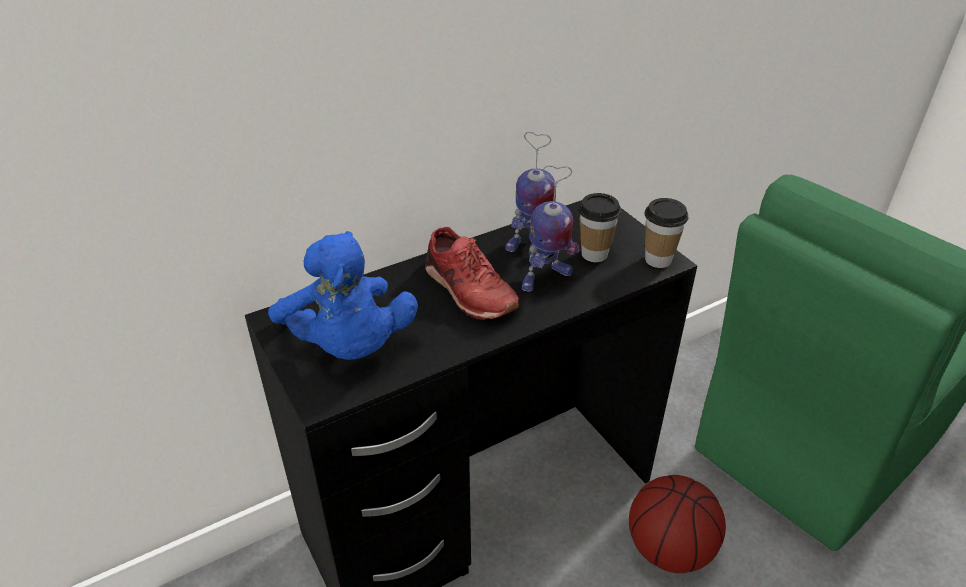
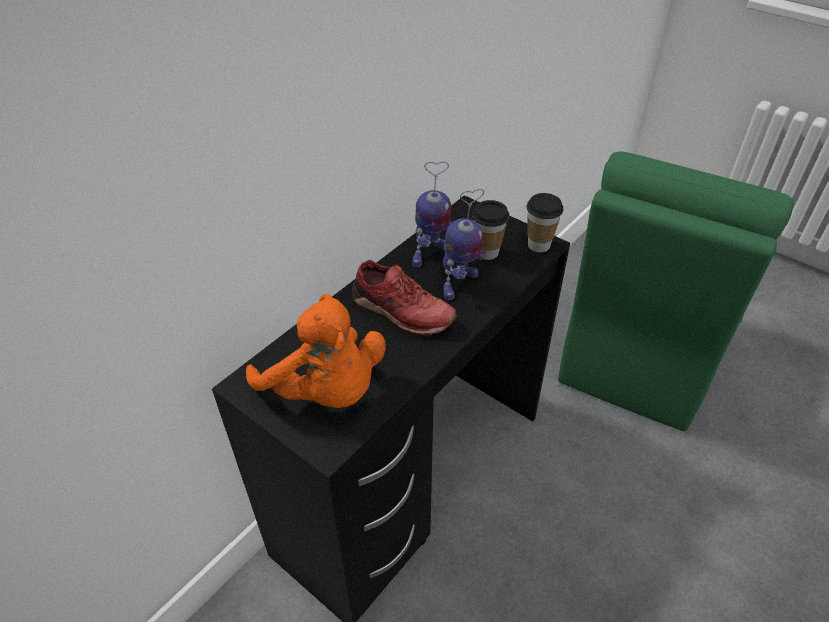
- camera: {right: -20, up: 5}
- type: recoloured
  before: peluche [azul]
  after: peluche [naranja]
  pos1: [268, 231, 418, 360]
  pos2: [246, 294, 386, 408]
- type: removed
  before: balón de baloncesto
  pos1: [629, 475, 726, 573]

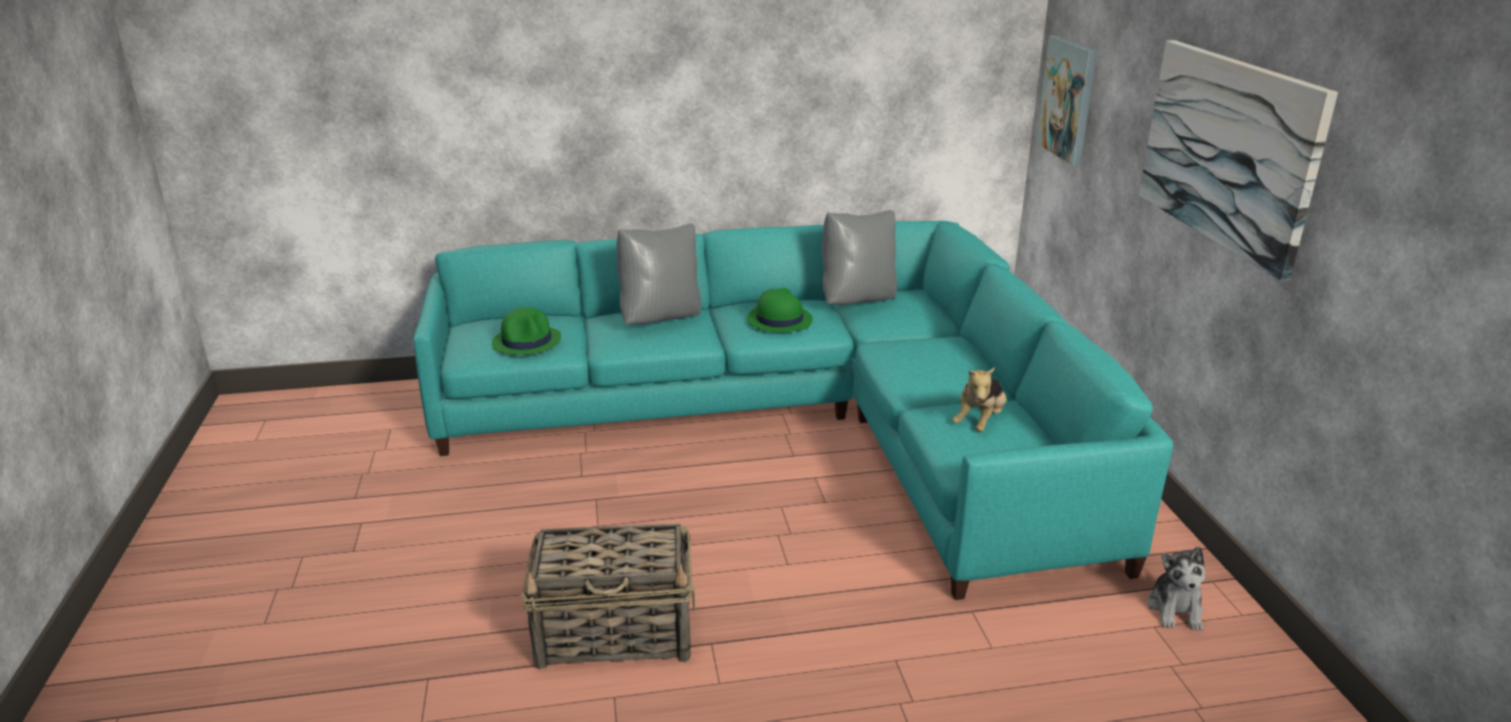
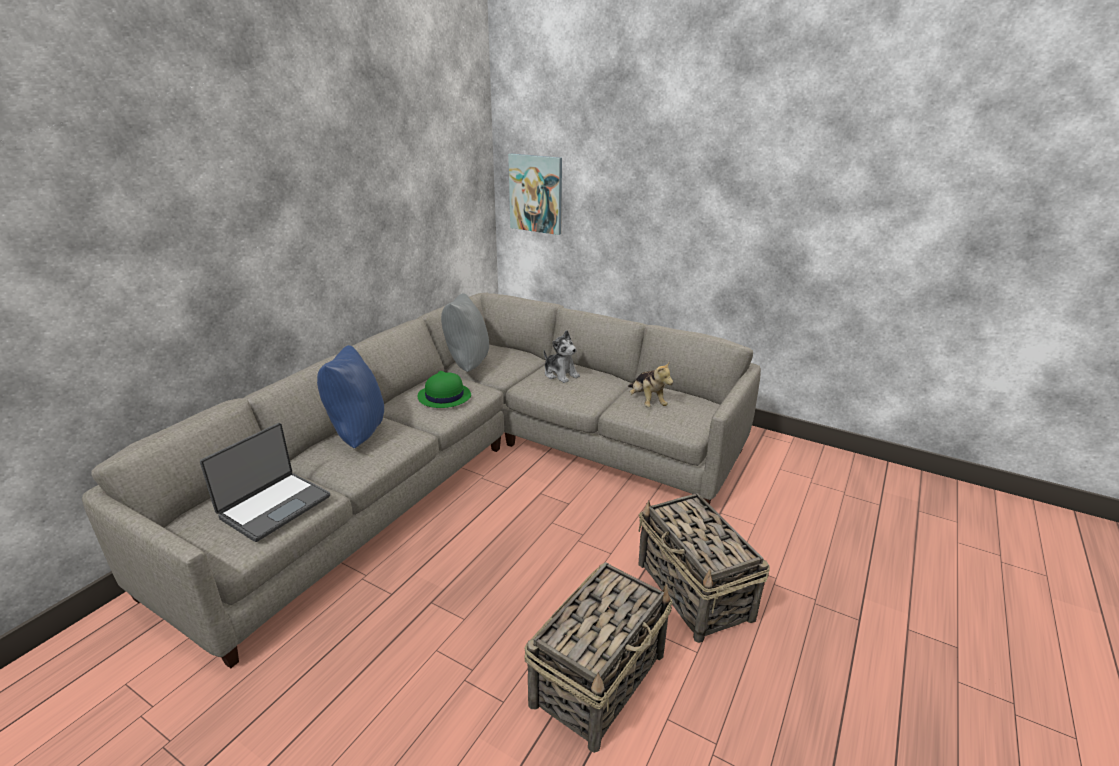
- camera: {right: -50, up: 0}
- type: removed
  before: cuadro
  pos1: [1139, 40, 1338, 281]
- type: recoloured
  before: sofá [turquesa]
  after: sofá [gris]
  pos1: [414, 221, 1173, 600]
  pos2: [82, 292, 761, 668]
- type: recoloured
  before: cojín [gris]
  after: cojín [azul]
  pos1: [617, 224, 701, 324]
  pos2: [317, 345, 384, 448]
- type: replaced
  before: sombrero [verde]
  after: portátil
  pos1: [492, 307, 561, 355]
  pos2: [200, 423, 330, 542]
- type: moved
  before: peluche
  pos1: [1148, 547, 1205, 630]
  pos2: [544, 330, 580, 383]
- type: added
  after: cesta
  pos2: [638, 493, 770, 643]

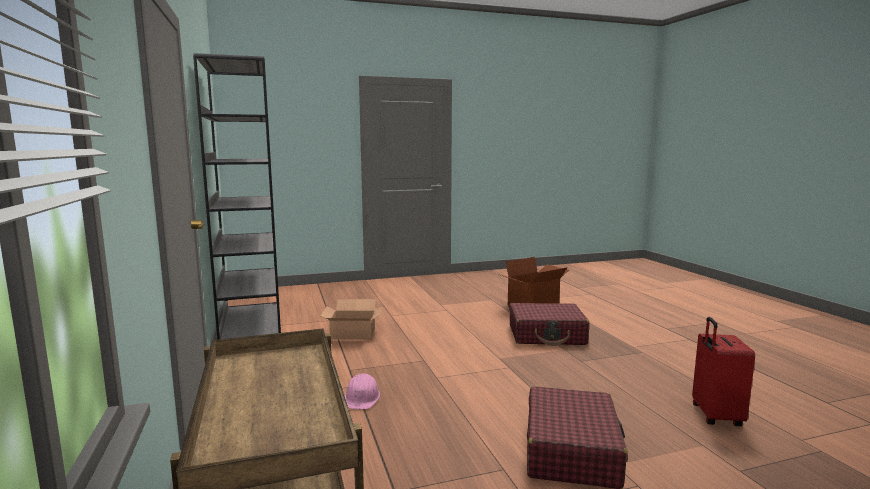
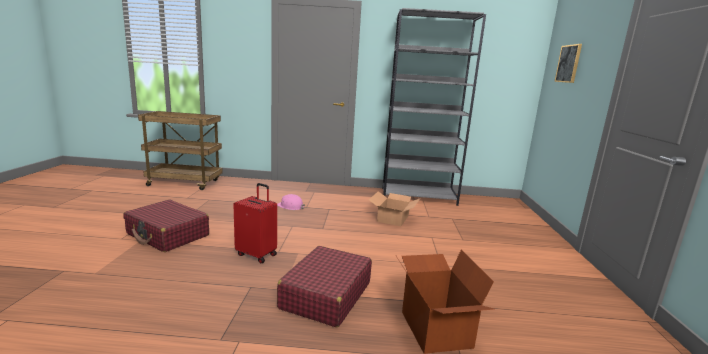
- camera: {right: 110, up: 5}
- type: moved
  before: maleta [rojo]
  pos1: [692, 317, 755, 426]
  pos2: [233, 183, 277, 263]
- type: added
  after: cuadro
  pos2: [554, 44, 582, 83]

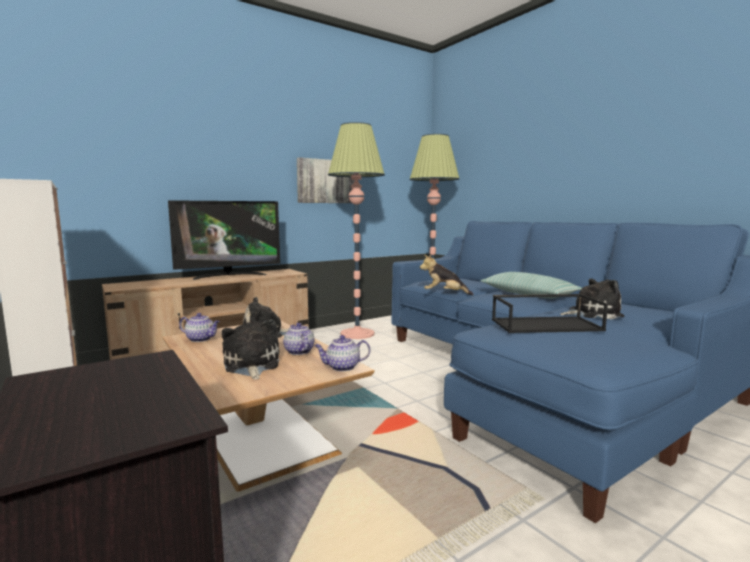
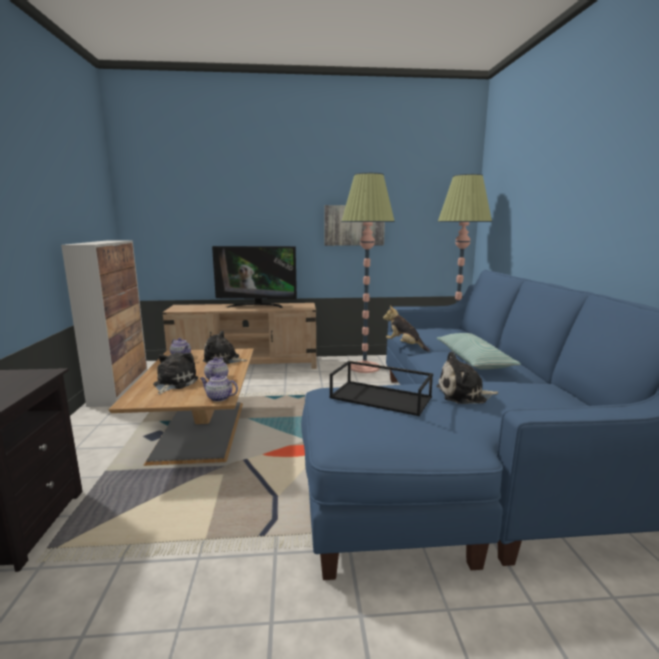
- camera: {right: 30, up: 5}
- type: turned
  before: peluche
  pos1: [560, 279, 624, 319]
  pos2: [436, 351, 498, 404]
  turn: 150

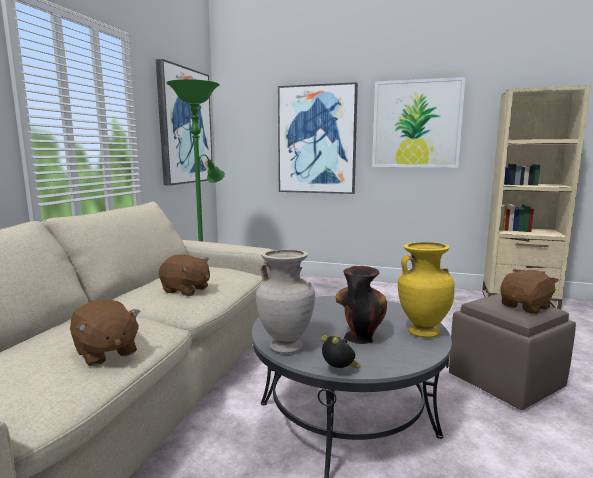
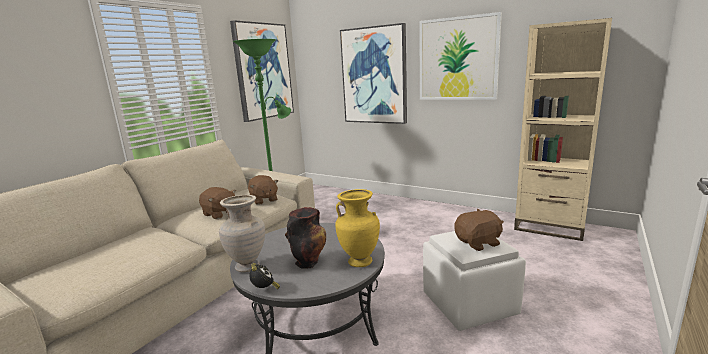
- camera: {right: 15, up: 5}
- type: recoloured
  before: puf [marrón]
  after: puf [blanco]
  pos1: [449, 293, 576, 410]
  pos2: [423, 231, 526, 331]
- type: moved
  before: peluche [marrón]
  pos1: [70, 299, 140, 366]
  pos2: [248, 175, 278, 205]

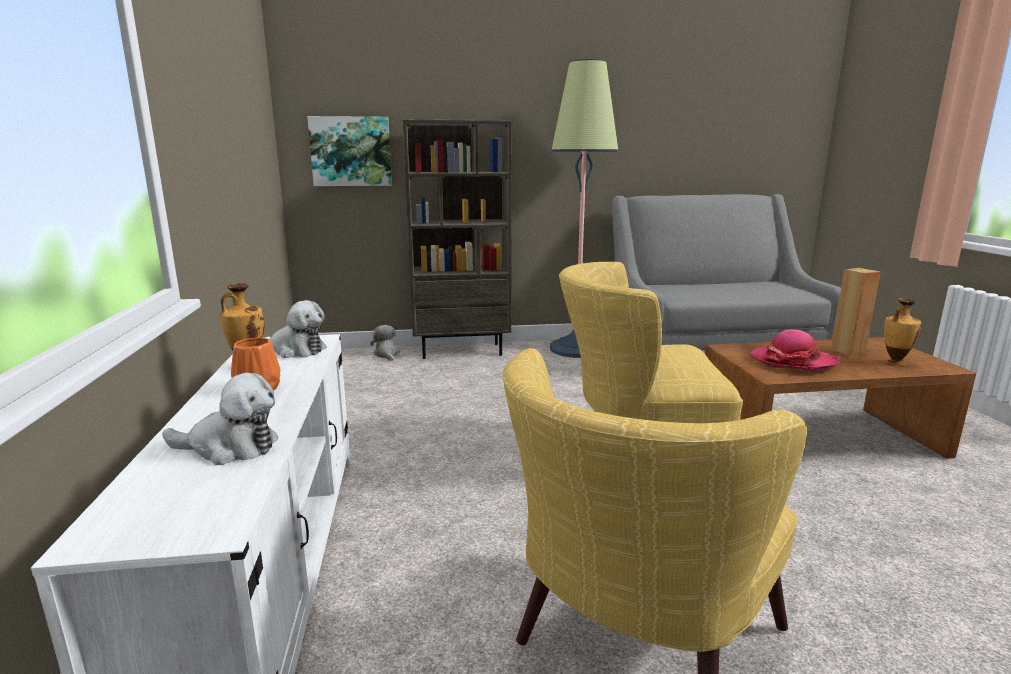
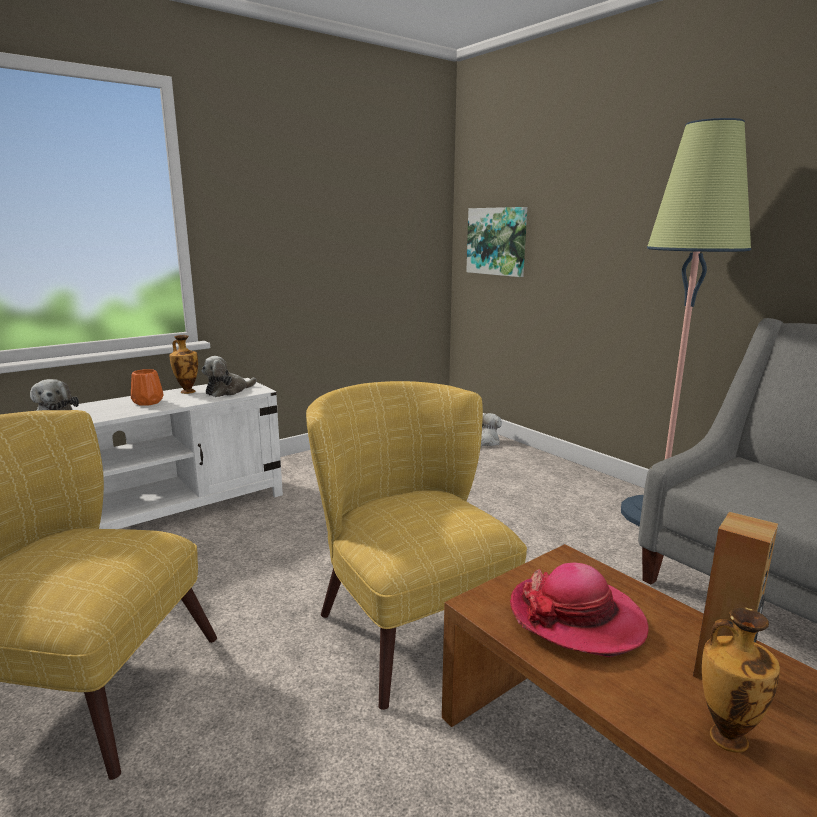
- camera: {right: 60, up: 0}
- type: removed
  before: estantería [marrón]
  pos1: [402, 119, 512, 359]
- type: turned
  before: peluche
  pos1: [264, 300, 327, 358]
  pos2: [202, 356, 257, 397]
  turn: 60

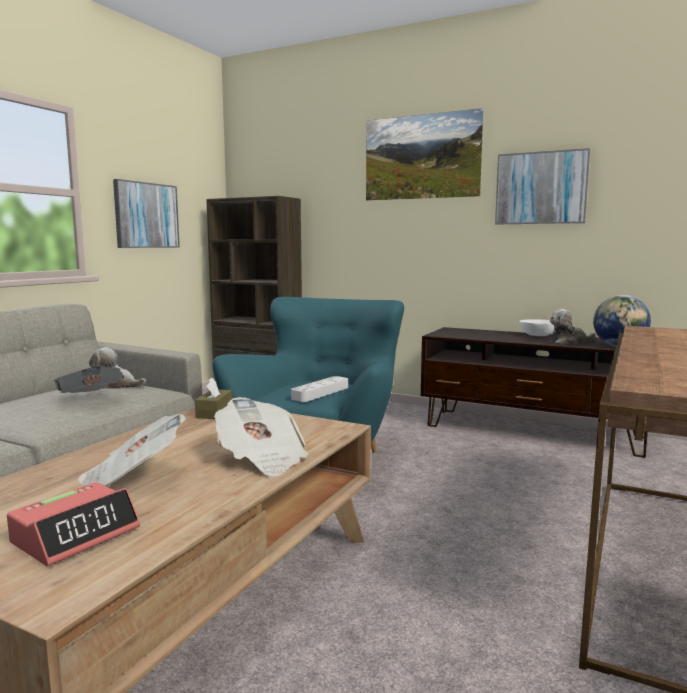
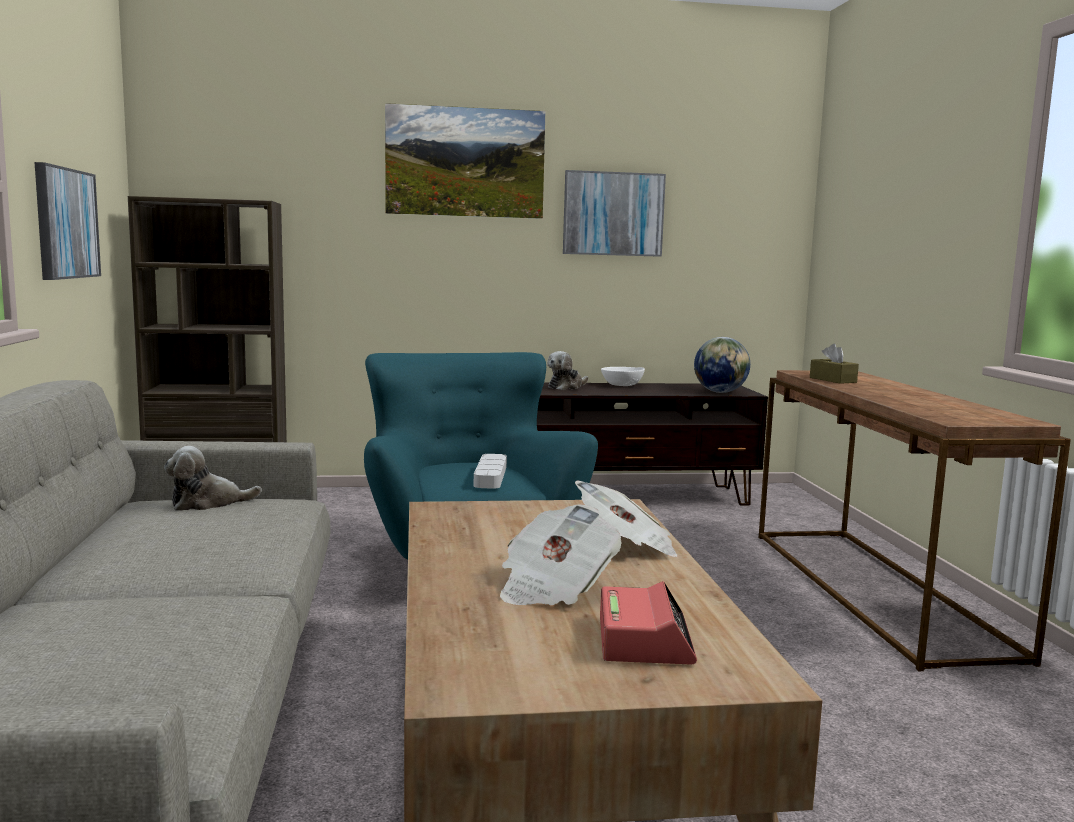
- camera: {right: -35, up: 0}
- type: moved
  before: peluche
  pos1: [550, 309, 595, 344]
  pos2: [547, 351, 588, 390]
- type: removed
  before: periódico
  pos1: [53, 366, 125, 393]
- type: moved
  before: caja de pañuelos [marrón]
  pos1: [195, 377, 232, 419]
  pos2: [810, 344, 859, 384]

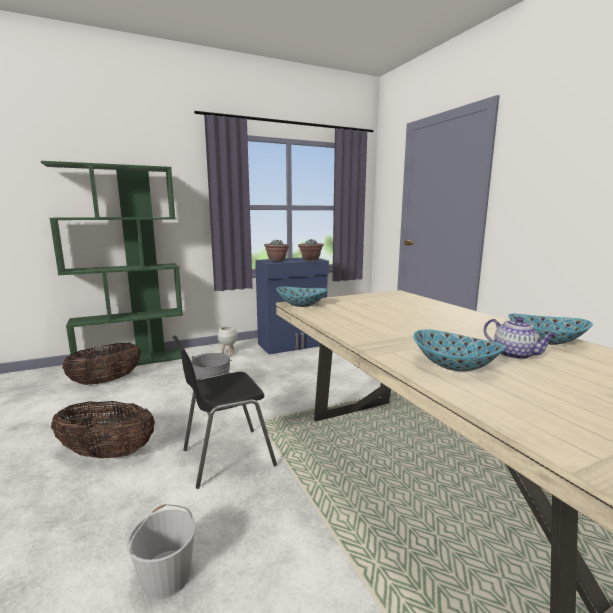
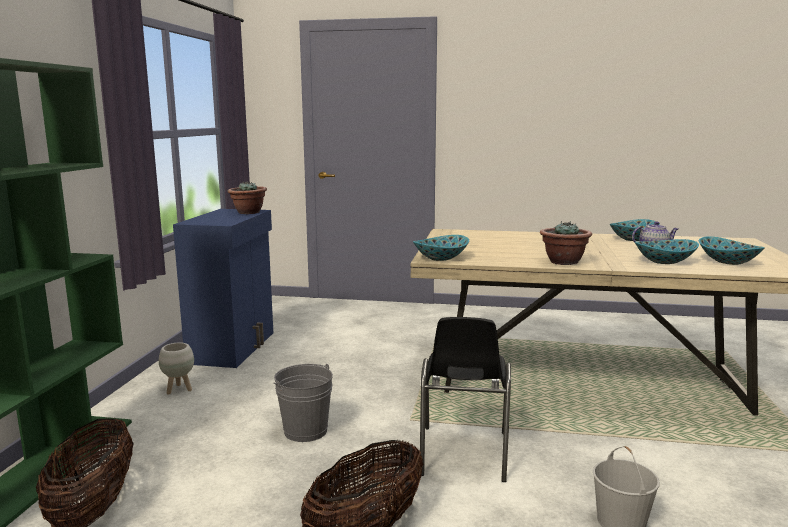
- camera: {right: -55, up: 0}
- type: moved
  before: planta en maceta
  pos1: [264, 239, 290, 261]
  pos2: [540, 221, 592, 265]
- type: added
  after: cuenco
  pos2: [699, 236, 765, 265]

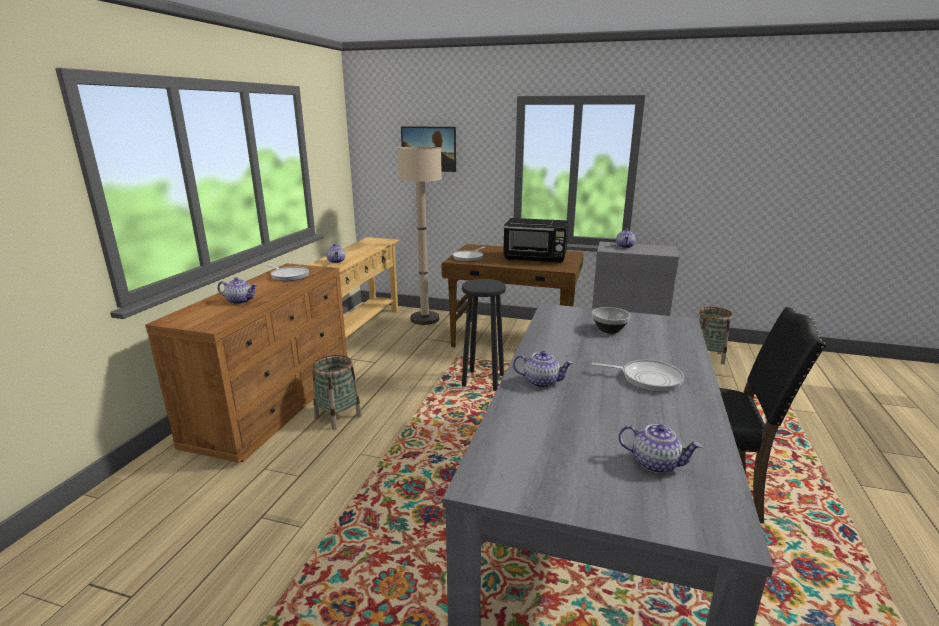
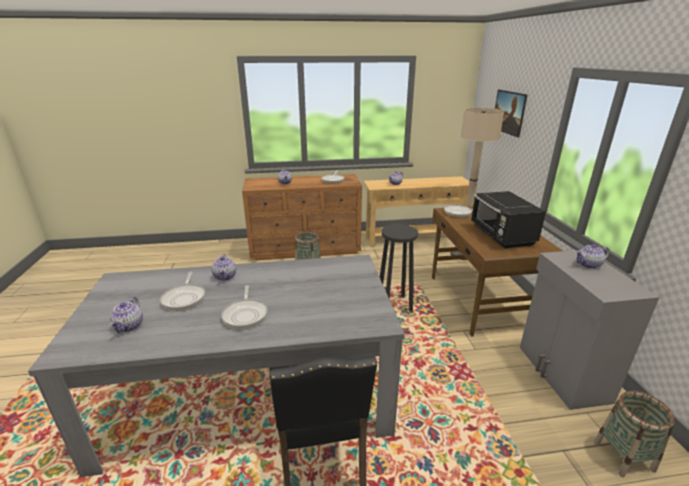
- camera: {right: 65, up: 5}
- type: removed
  before: cuenco
  pos1: [592, 307, 630, 334]
- type: added
  after: sartén
  pos2: [160, 272, 205, 311]

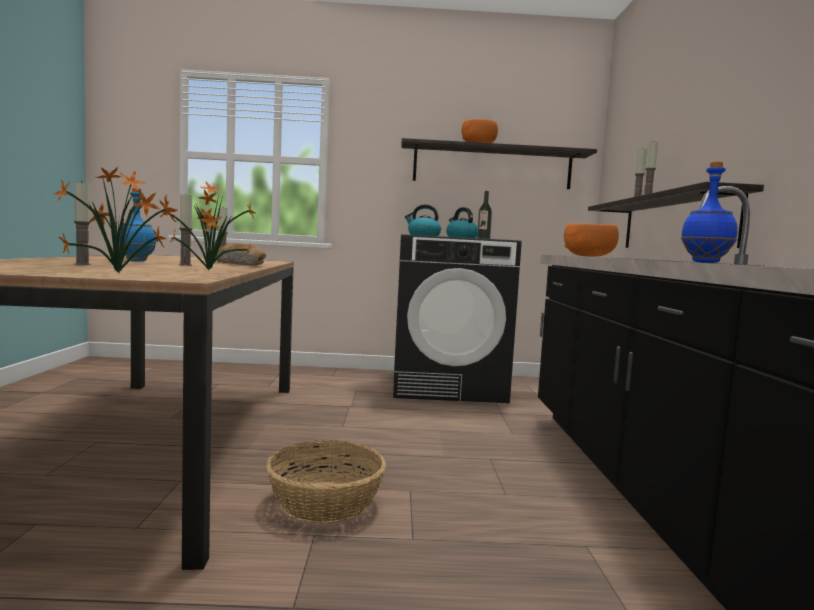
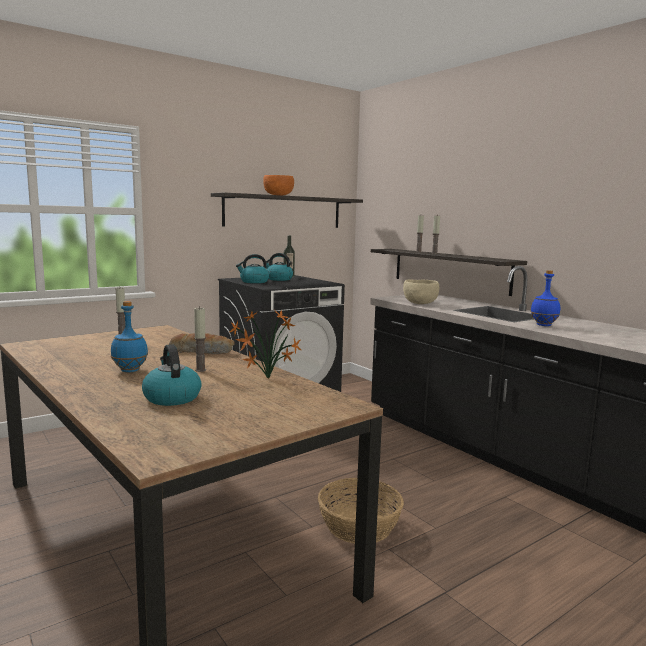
- camera: {right: -35, up: 5}
- type: removed
  before: planta en maceta
  pos1: [53, 167, 177, 272]
- type: replaced
  before: vela
  after: hervidor
  pos1: [74, 181, 91, 265]
  pos2: [142, 344, 202, 406]
- type: recoloured
  before: cuenco [naranja]
  after: cuenco [beis]
  pos1: [564, 224, 619, 257]
  pos2: [403, 280, 439, 304]

